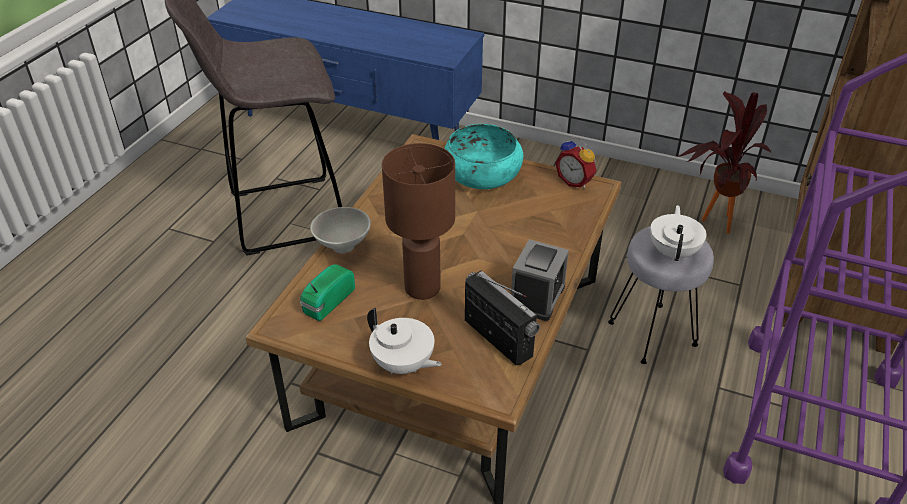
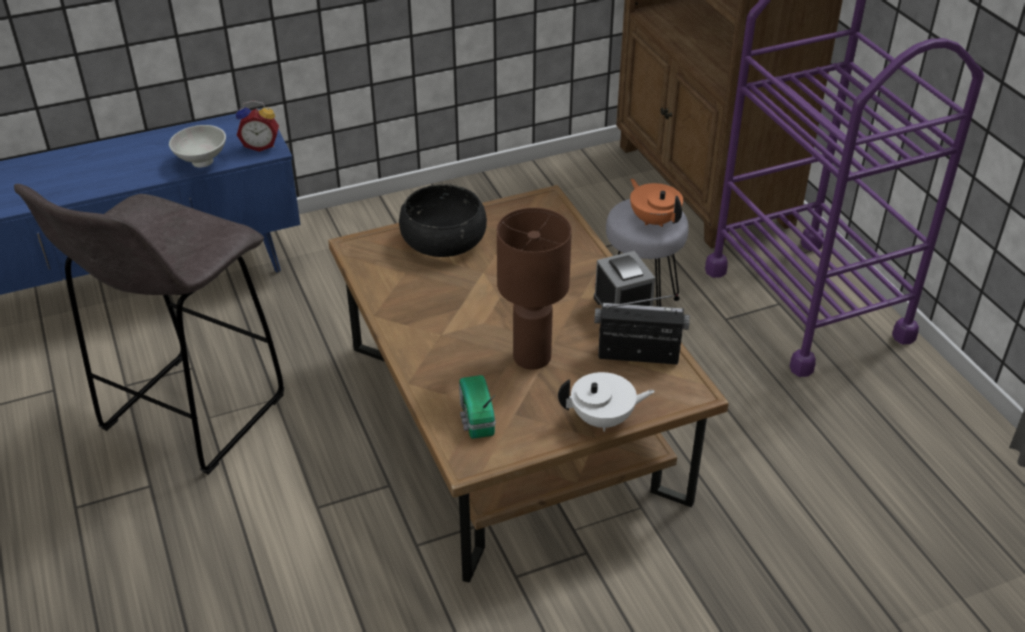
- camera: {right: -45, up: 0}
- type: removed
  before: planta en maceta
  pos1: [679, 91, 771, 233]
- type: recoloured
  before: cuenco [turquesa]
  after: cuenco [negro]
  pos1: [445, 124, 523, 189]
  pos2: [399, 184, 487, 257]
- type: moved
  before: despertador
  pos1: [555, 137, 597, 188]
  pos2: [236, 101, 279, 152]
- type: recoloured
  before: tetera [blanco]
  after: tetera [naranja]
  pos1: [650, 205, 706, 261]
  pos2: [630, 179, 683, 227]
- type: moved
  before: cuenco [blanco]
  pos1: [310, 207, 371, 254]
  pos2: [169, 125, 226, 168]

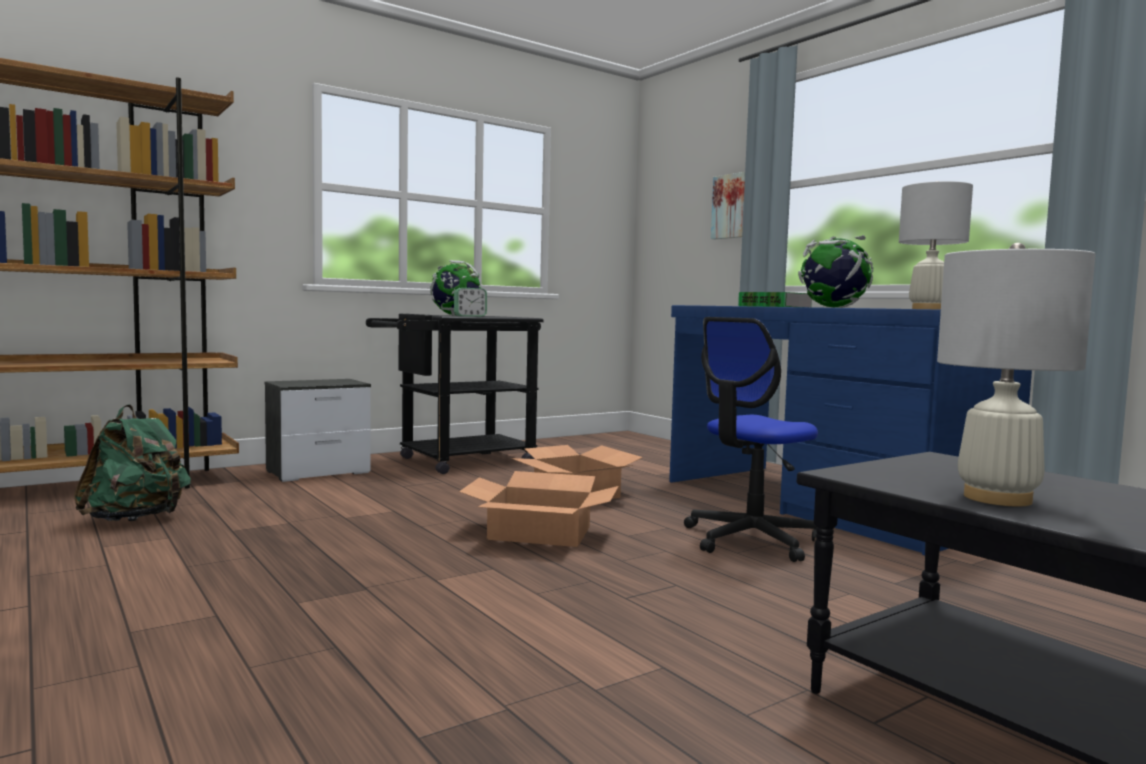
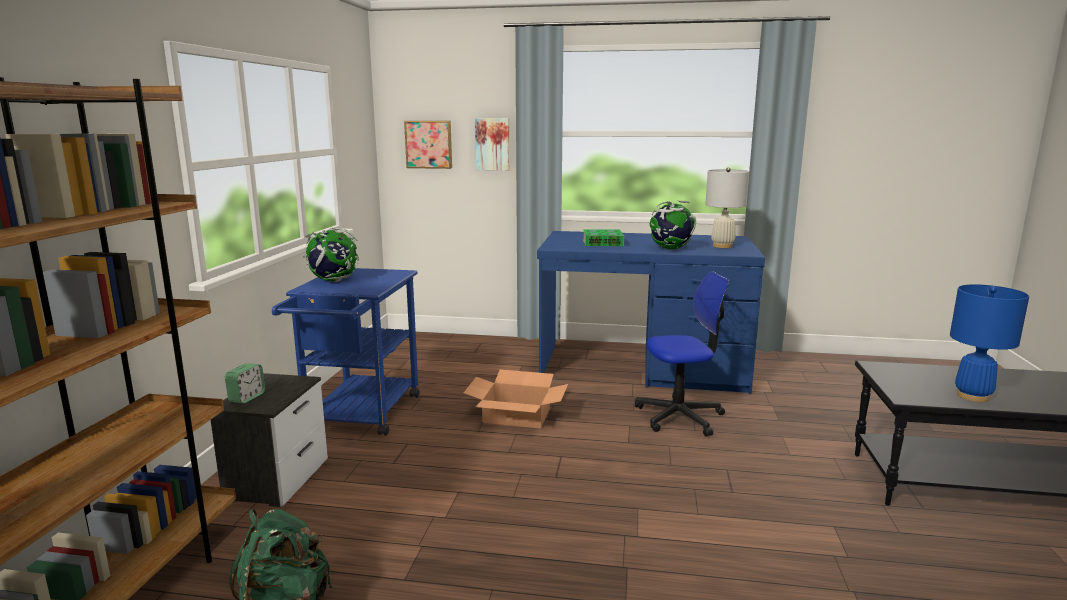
- camera: {right: -45, up: 10}
- type: recoloured
  before: lámpara de mesa [blanco]
  after: lámpara de mesa [azul]
  pos1: [937, 243, 1096, 507]
  pos2: [950, 284, 1029, 402]
- type: moved
  before: despertador
  pos1: [454, 288, 487, 317]
  pos2: [225, 363, 265, 403]
- type: recoloured
  before: carrito [negro]
  after: carrito [azul]
  pos1: [366, 314, 544, 474]
  pos2: [272, 268, 420, 436]
- type: turned
  before: silla de oficina
  pos1: [684, 317, 818, 562]
  pos2: [635, 272, 730, 437]
  turn: -105
- type: removed
  before: caja de cartón
  pos1: [459, 471, 619, 547]
- type: added
  after: cuadro
  pos2: [404, 121, 452, 169]

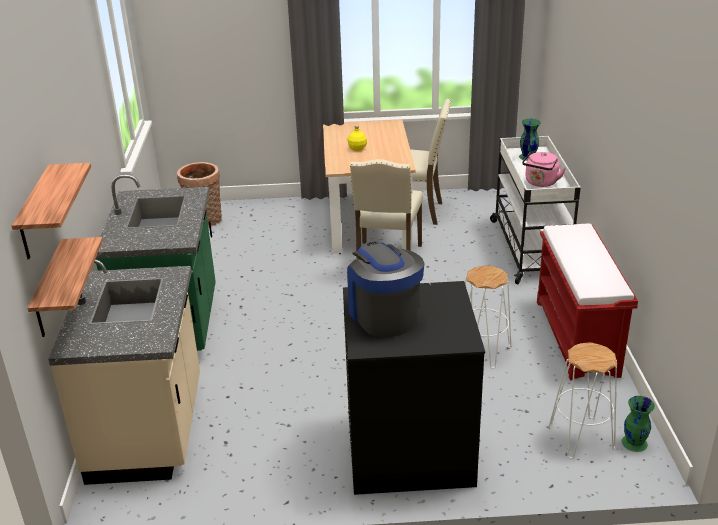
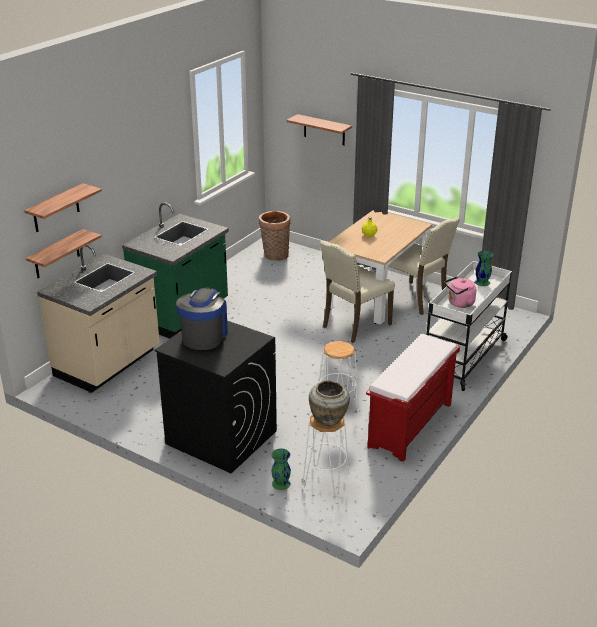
- camera: {right: 35, up: 0}
- type: moved
  before: florero [verde]
  pos1: [621, 396, 655, 452]
  pos2: [271, 449, 291, 490]
- type: added
  after: estante
  pos2: [286, 114, 352, 145]
- type: added
  after: florero [beis]
  pos2: [309, 381, 350, 426]

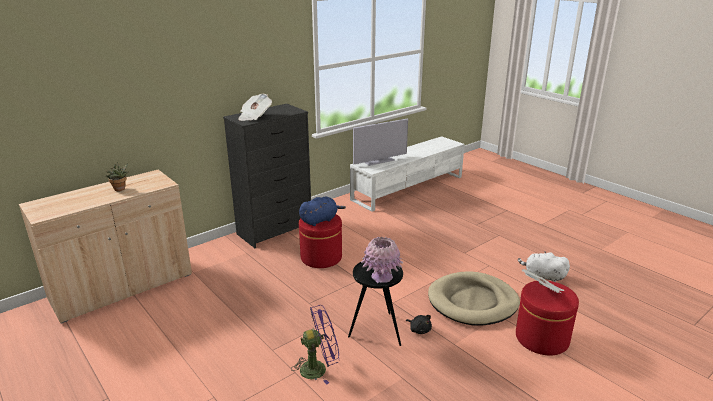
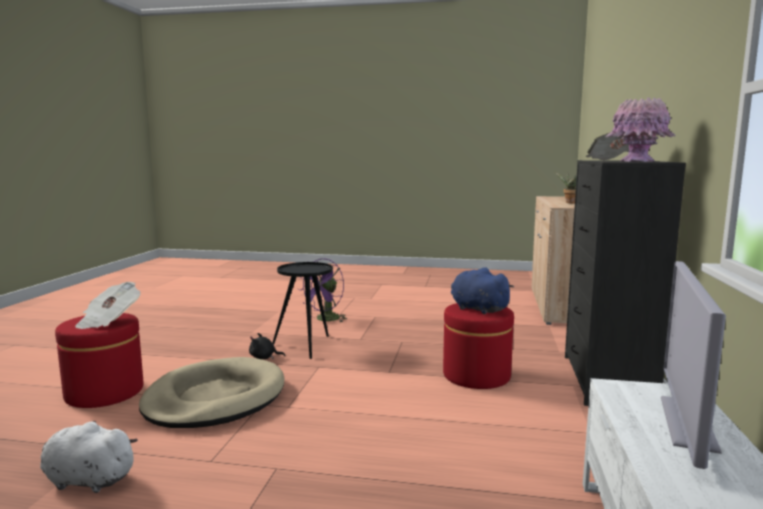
- camera: {right: 140, up: -15}
- type: turned
  before: peluche [azul]
  pos1: [299, 197, 346, 226]
  pos2: [451, 267, 514, 314]
  turn: 120
- type: moved
  before: florero [rosa]
  pos1: [361, 237, 403, 283]
  pos2: [605, 97, 676, 162]
- type: turned
  before: peluche [blanco]
  pos1: [518, 251, 570, 282]
  pos2: [40, 420, 138, 493]
  turn: -150

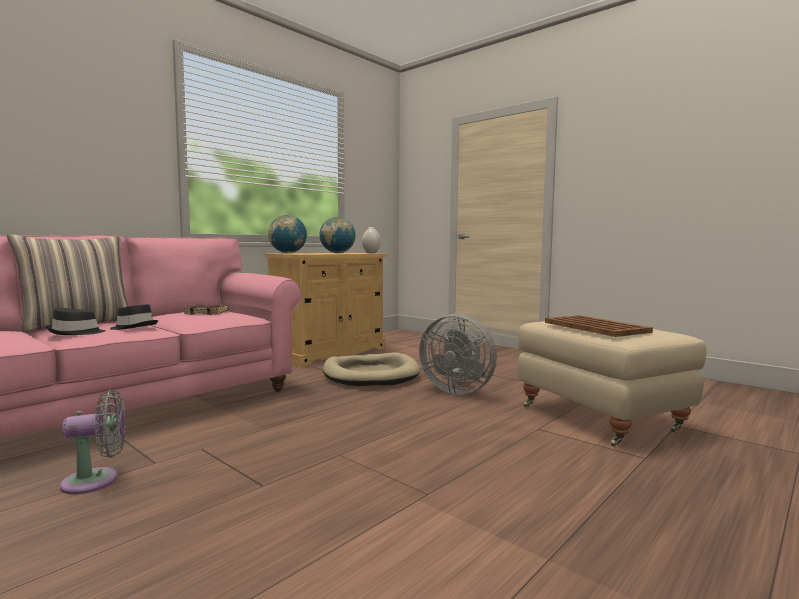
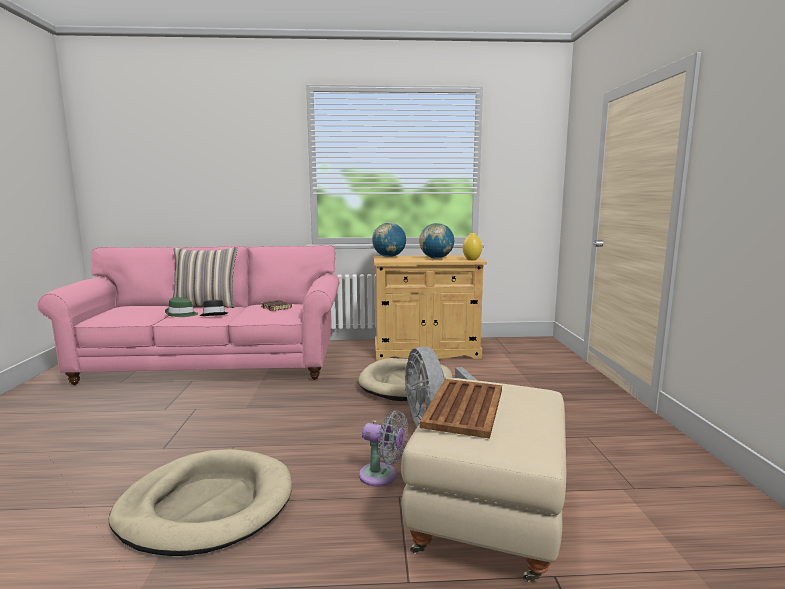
- camera: {right: 45, up: 5}
- type: recoloured
  before: florero [blanco]
  after: florero [amarillo]
  pos1: [362, 227, 381, 253]
  pos2: [463, 233, 482, 260]
- type: recoloured
  before: sombrero [negro]
  after: sombrero [verde]
  pos1: [46, 308, 106, 335]
  pos2: [165, 297, 198, 317]
- type: moved
  before: ventilador [gris]
  pos1: [60, 390, 126, 494]
  pos2: [359, 410, 408, 487]
- type: added
  after: cama para perro [beis]
  pos2: [109, 449, 292, 556]

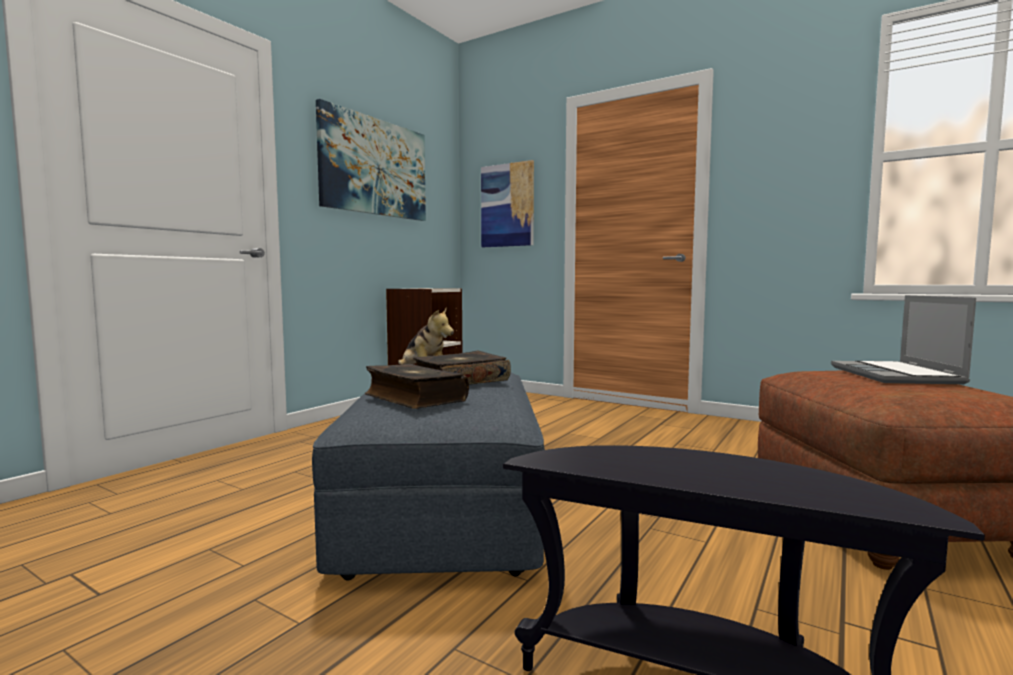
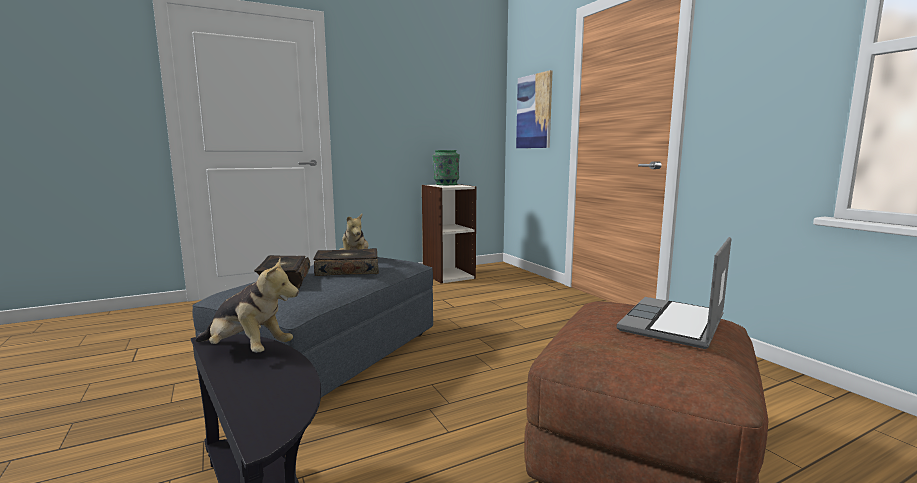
- camera: {right: 30, up: 5}
- type: removed
  before: cuadro
  pos1: [316, 99, 426, 221]
- type: added
  after: florero [verde]
  pos2: [433, 150, 460, 185]
- type: added
  after: peluche
  pos2: [195, 258, 299, 353]

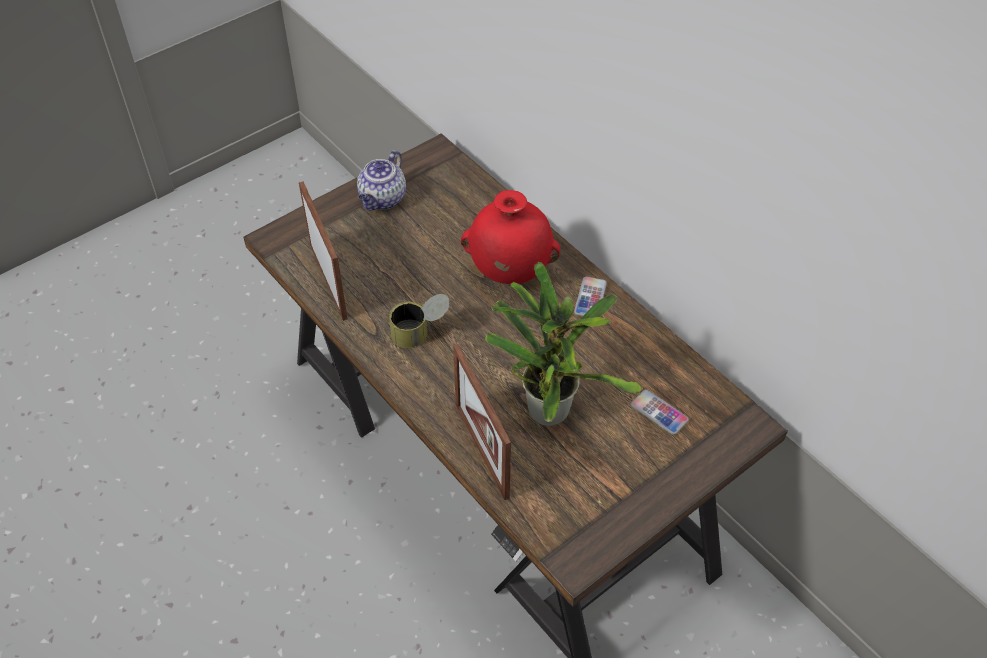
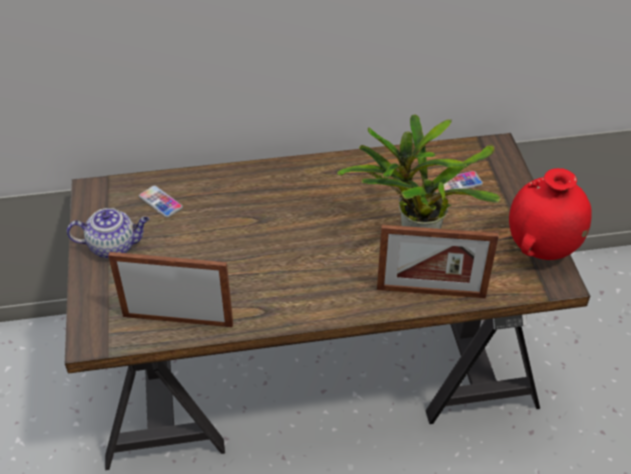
- camera: {right: -60, up: -5}
- type: turned
  before: tetera
  pos1: [357, 150, 406, 211]
  pos2: [67, 208, 149, 259]
  turn: -60
- type: moved
  before: florero [rojo]
  pos1: [461, 190, 560, 284]
  pos2: [509, 168, 592, 260]
- type: moved
  before: móvil
  pos1: [574, 277, 607, 316]
  pos2: [139, 186, 183, 218]
- type: removed
  before: lata
  pos1: [389, 294, 450, 348]

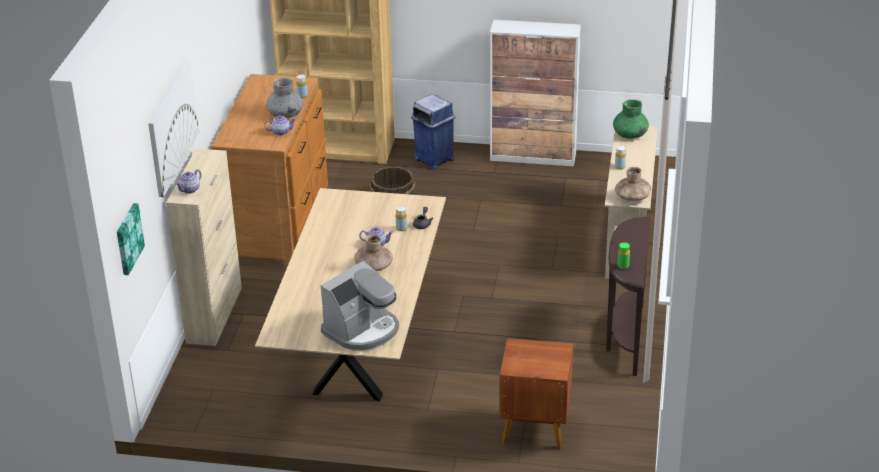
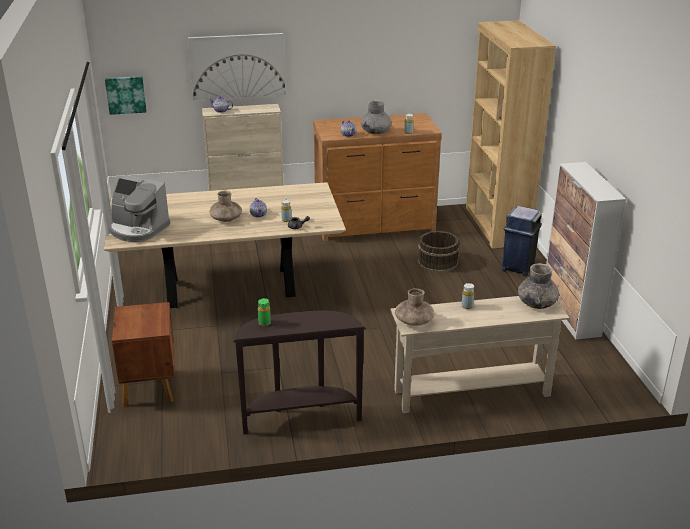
- camera: {right: 70, up: -5}
- type: recoloured
  before: florero [verde]
  after: florero [gris]
  pos1: [613, 99, 649, 139]
  pos2: [518, 263, 559, 309]

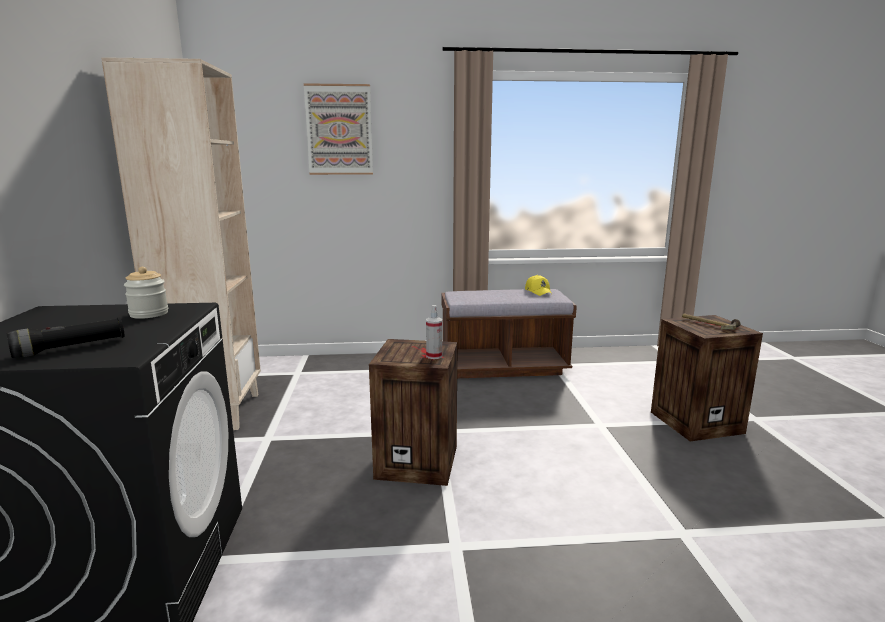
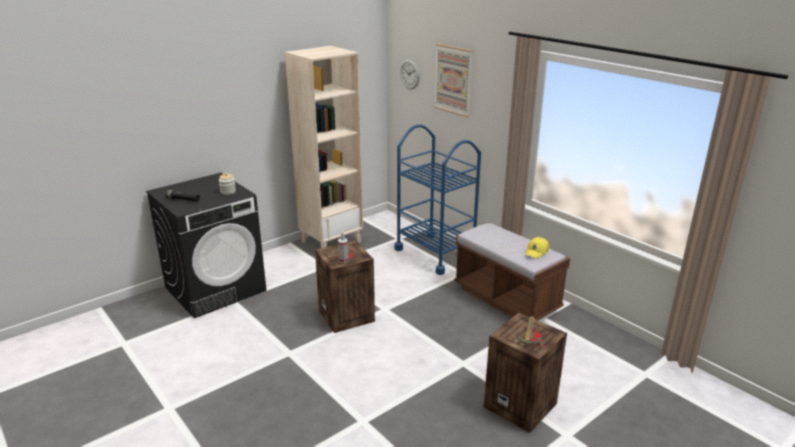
- camera: {right: 55, up: 10}
- type: added
  after: reloj de pared
  pos2: [400, 59, 420, 89]
- type: added
  after: carrito [azul]
  pos2: [394, 124, 481, 275]

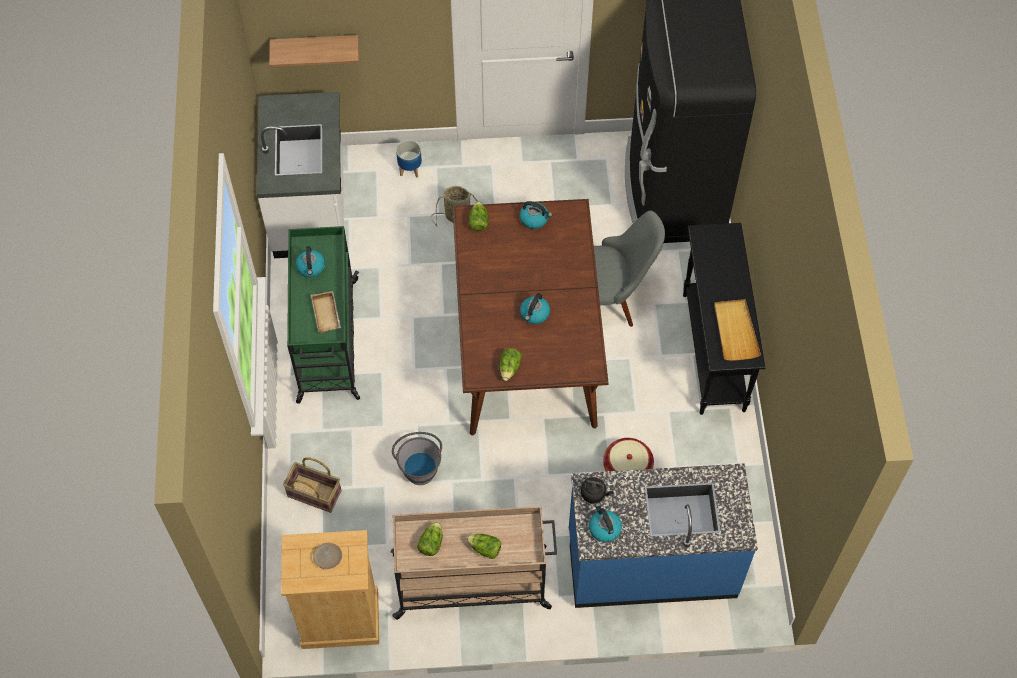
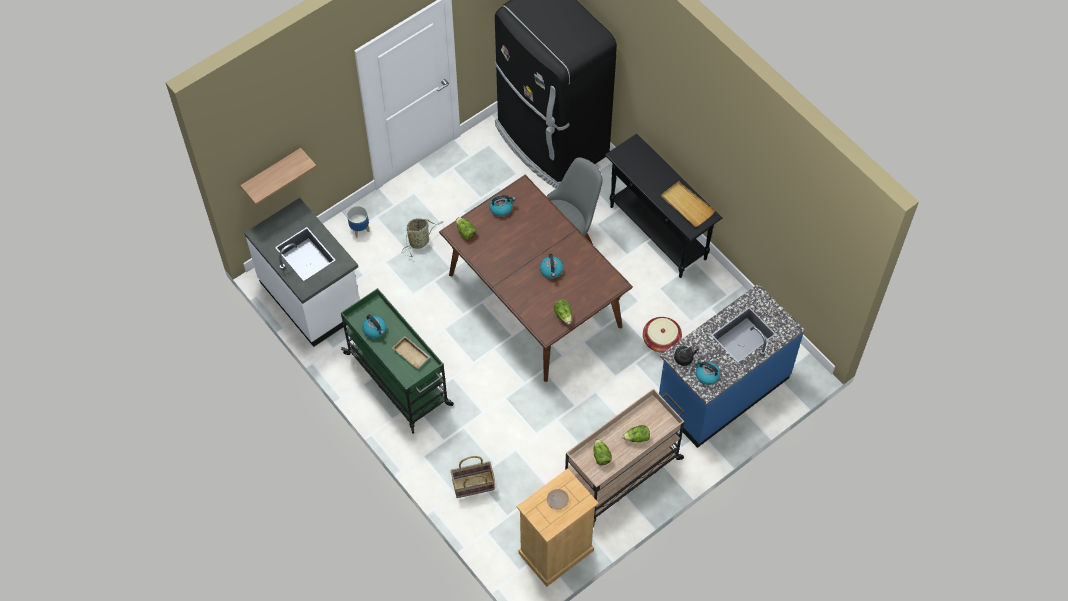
- camera: {right: -35, up: 0}
- type: removed
  before: cubo [gris]
  pos1: [392, 432, 442, 485]

